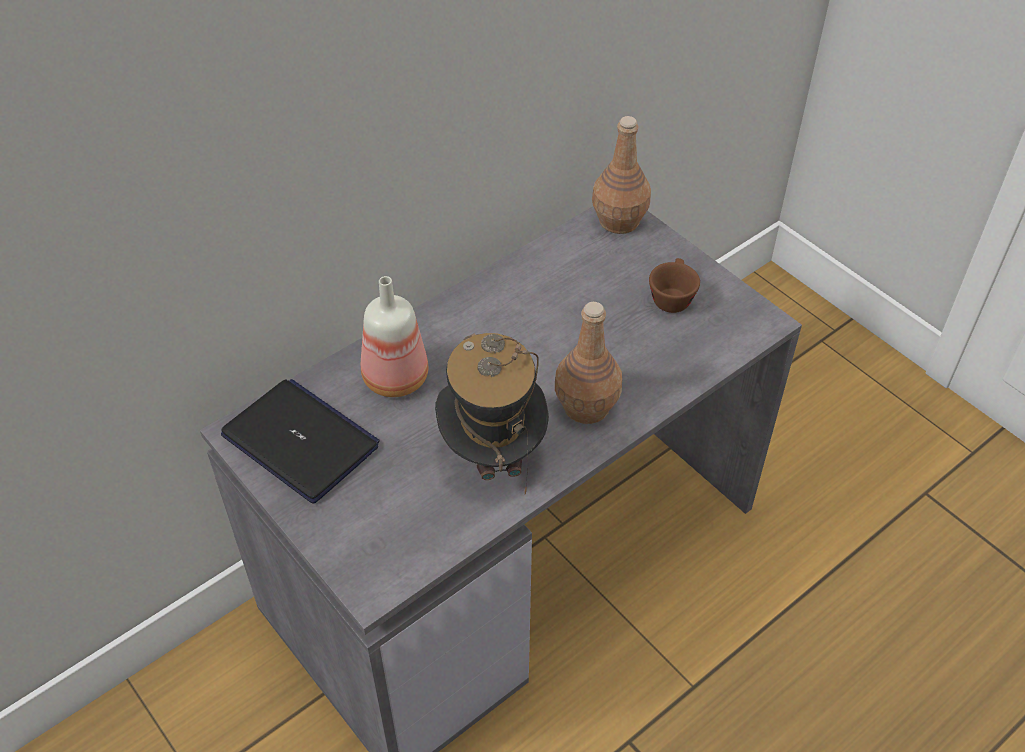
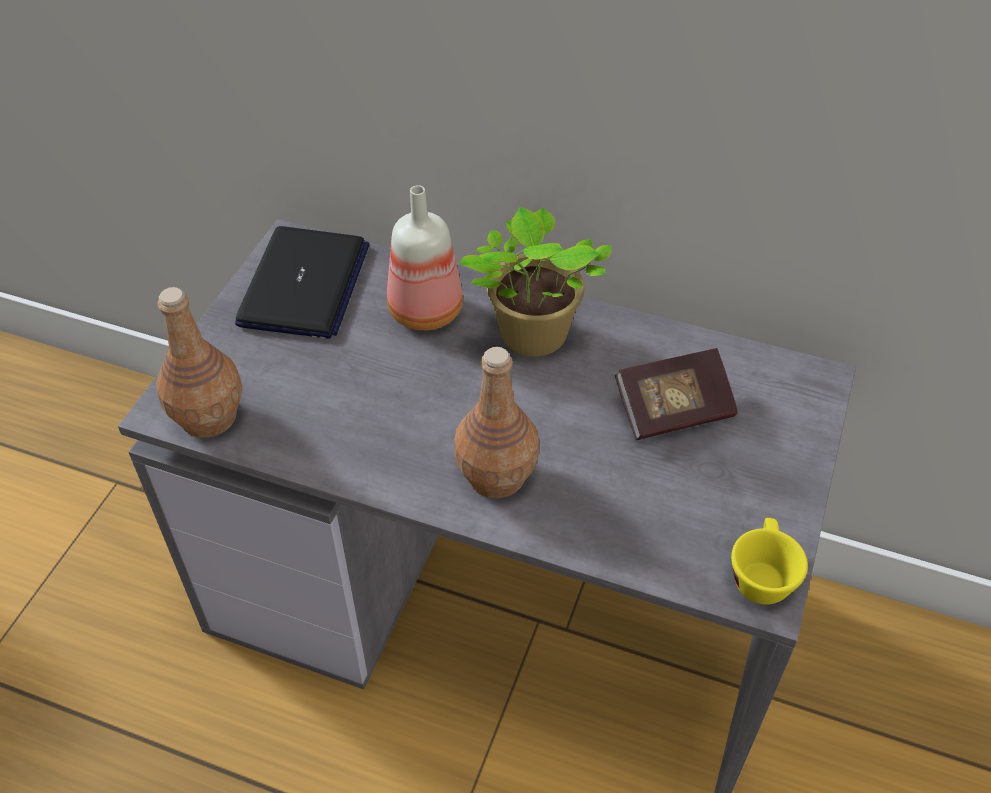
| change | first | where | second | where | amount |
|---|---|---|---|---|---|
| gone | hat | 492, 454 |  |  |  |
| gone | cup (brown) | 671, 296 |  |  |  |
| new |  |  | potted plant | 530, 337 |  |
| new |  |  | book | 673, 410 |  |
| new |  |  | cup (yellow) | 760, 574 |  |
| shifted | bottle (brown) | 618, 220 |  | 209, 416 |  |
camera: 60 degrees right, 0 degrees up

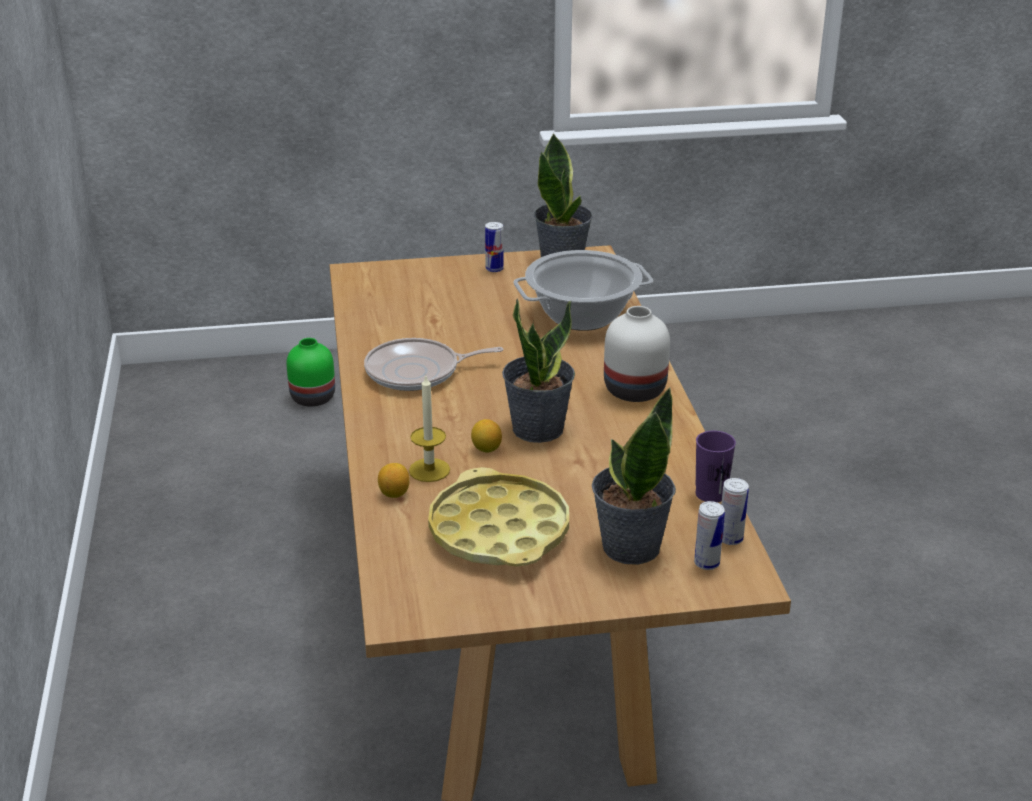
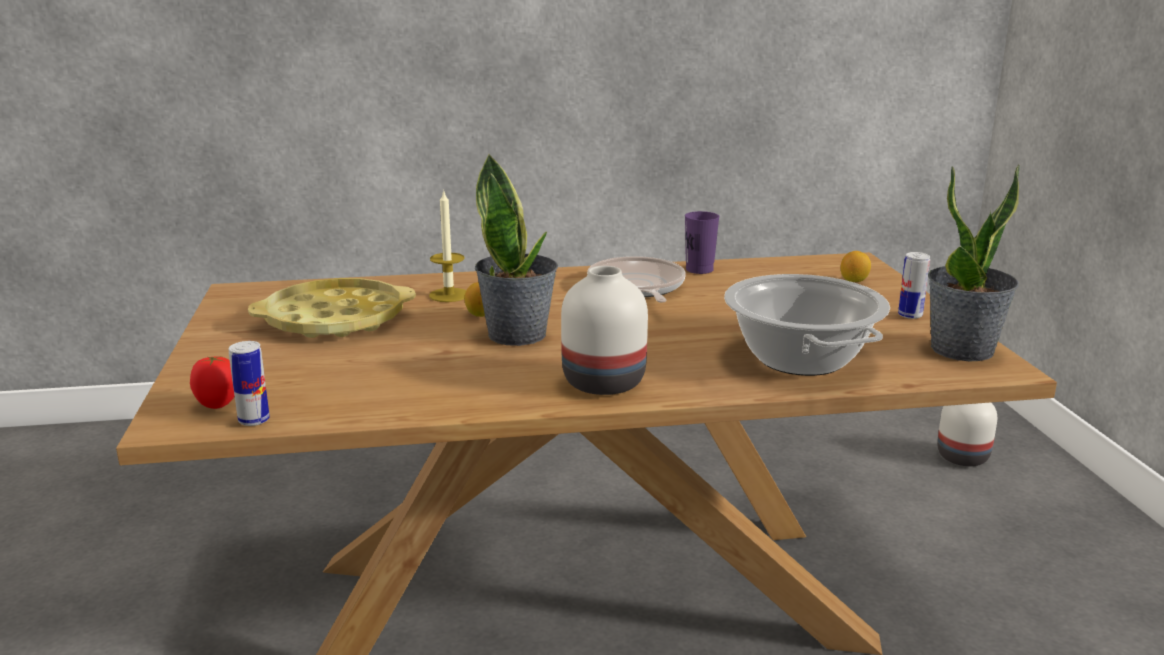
| change | first | where | second | where | amount |
|---|---|---|---|---|---|
| gone | potted plant | 629, 546 |  |  |  |
| shifted | lemon | 394, 493 |  | 854, 281 |  |
| shifted | cup (purple) | 711, 494 |  | 699, 269 |  |
| swapped | can | 706, 563 | tomato | 217, 405 |  |
| repainted | vase (green) | 314, 397 | vase (white) | 964, 458 |  |
camera: 90 degrees right, 10 degrees down

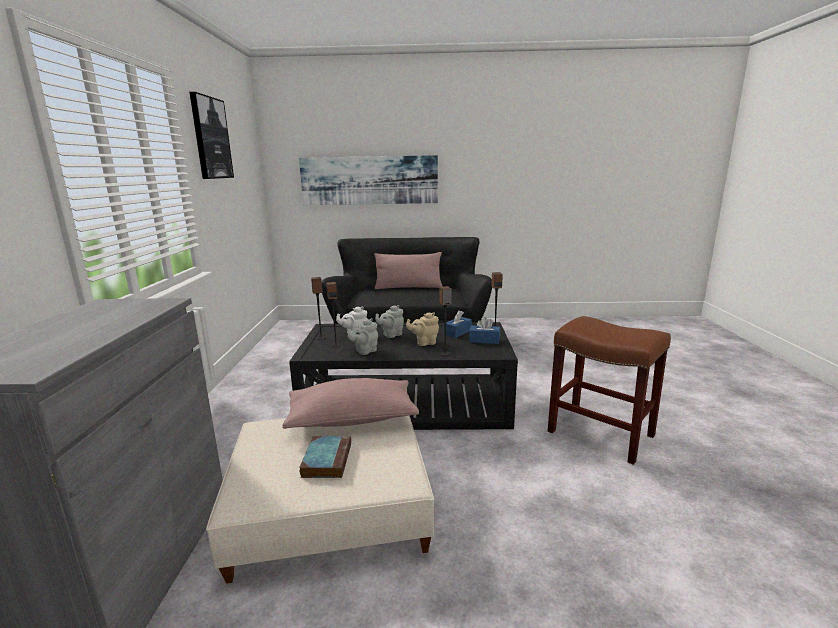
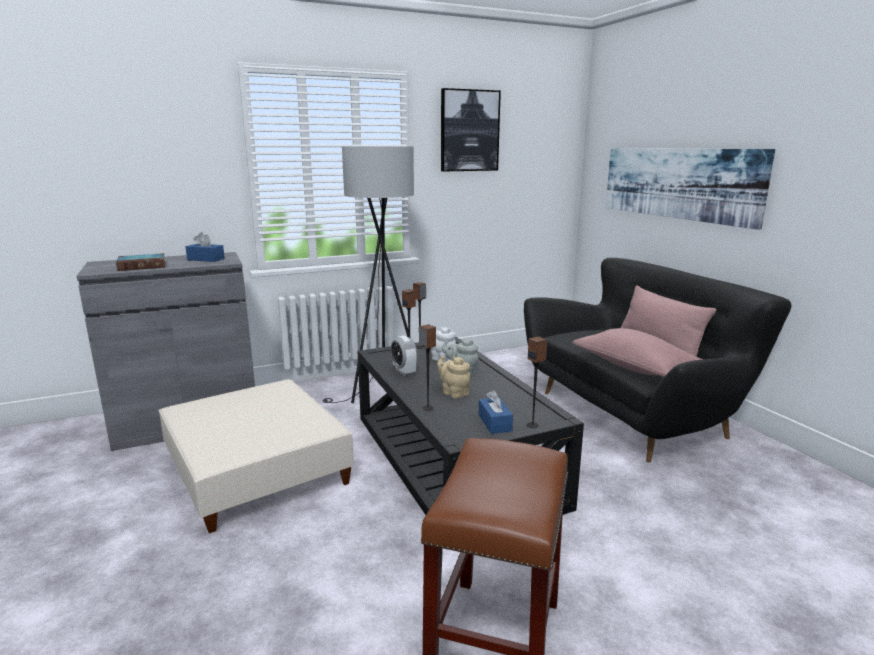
| change | first | where | second | where | amount |
|---|---|---|---|---|---|
| new |  |  | floor lamp (grey) | 382, 393 |  |
| shifted | pillow (pink) | 352, 419 |  | 633, 367 |  |
| shifted | book | 326, 460 |  | 143, 266 |  |
| shifted | tissue box (blue) | 457, 332 |  | 206, 259 |  |
| swapped | teapot (grey) | 365, 351 | alarm clock | 404, 371 |  |
camera: 65 degrees right, 0 degrees up

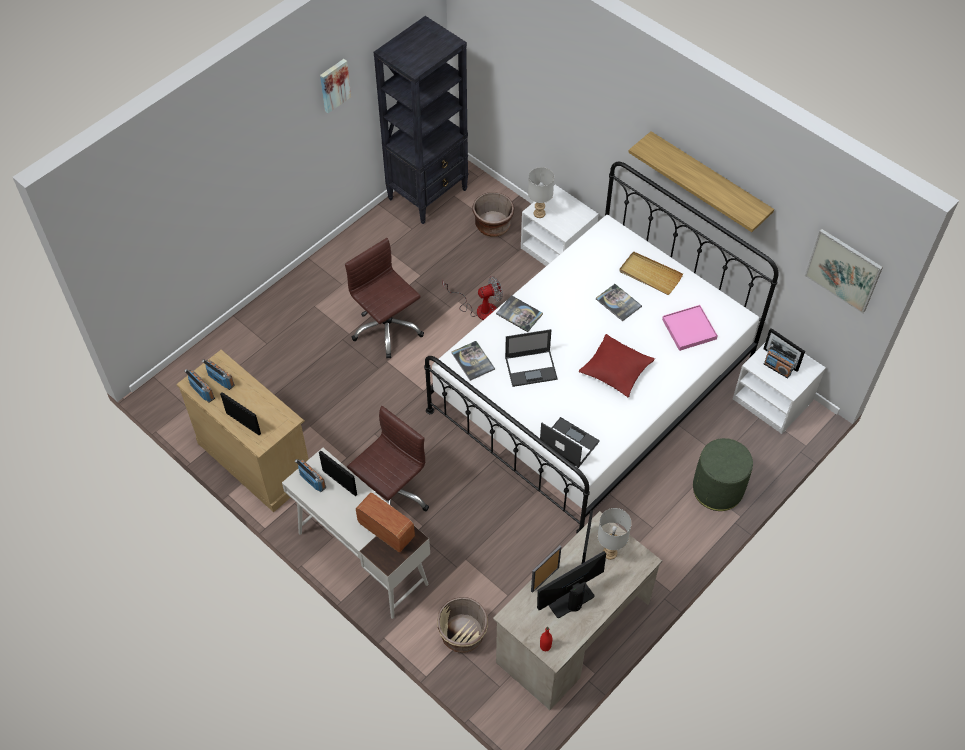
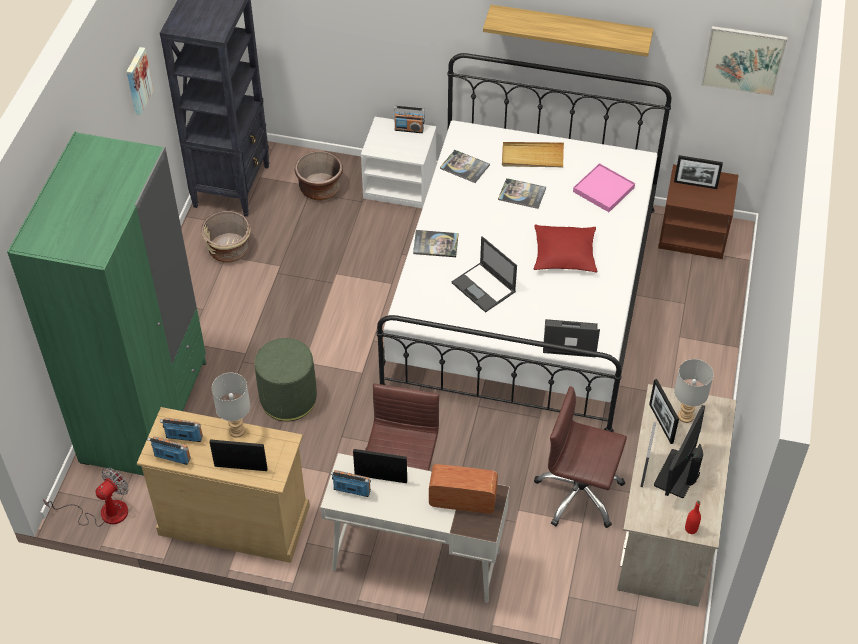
| change | first | where | second | where | amount |
|---|---|---|---|---|---|
| new |  |  | wardrobe (green) | 145, 411 |  |
| shifted | office chair (brown) | 387, 328 |  | 579, 494 |  |
| shifted | planter (beige) | 462, 634 |  | 229, 250 |  |
| shifted | fan | 479, 309 |  | 103, 512 |  |
| shifted | book | 473, 361 |  | 464, 167 |  |
| shifted | table lamp (grey) | 538, 213 |  | 236, 431 |  |
| shifted | ottoman (green) | 717, 489 |  | 288, 399 |  |
| shifted | radio | 777, 368 |  | 409, 129 |  |
| repainted | nightstand (white) | 773, 400 | nightstand (brown) | 694, 233 |  |
| rotated | laptop | 531, 368 |  | 484, 288 | 90 degrees clockwise |
camera: 30 degrees left, 5 degrees down

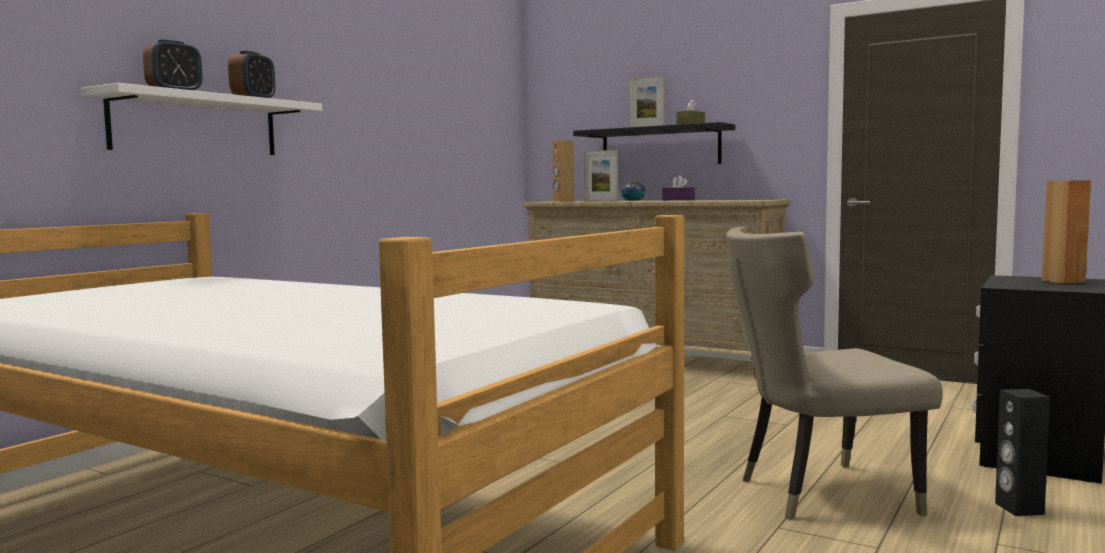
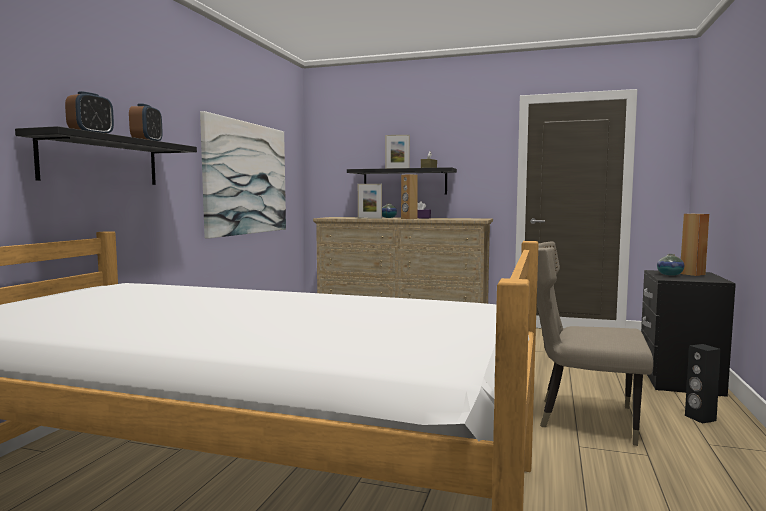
| change | first | where | second | where | amount |
|---|---|---|---|---|---|
| new |  |  | picture | 246, 178 |  |
| new |  |  | vase | 669, 274 |  |
| shifted | speaker (brown) | 563, 201 |  | 409, 218 |  |
| repainted | shelf (white) | 196, 125 | shelf (black) | 101, 161 |  |
| rotated | chair (beige) | 818, 494 |  | 582, 418 | 45 degrees clockwise |
camera: 15 degrees left, 0 degrees up

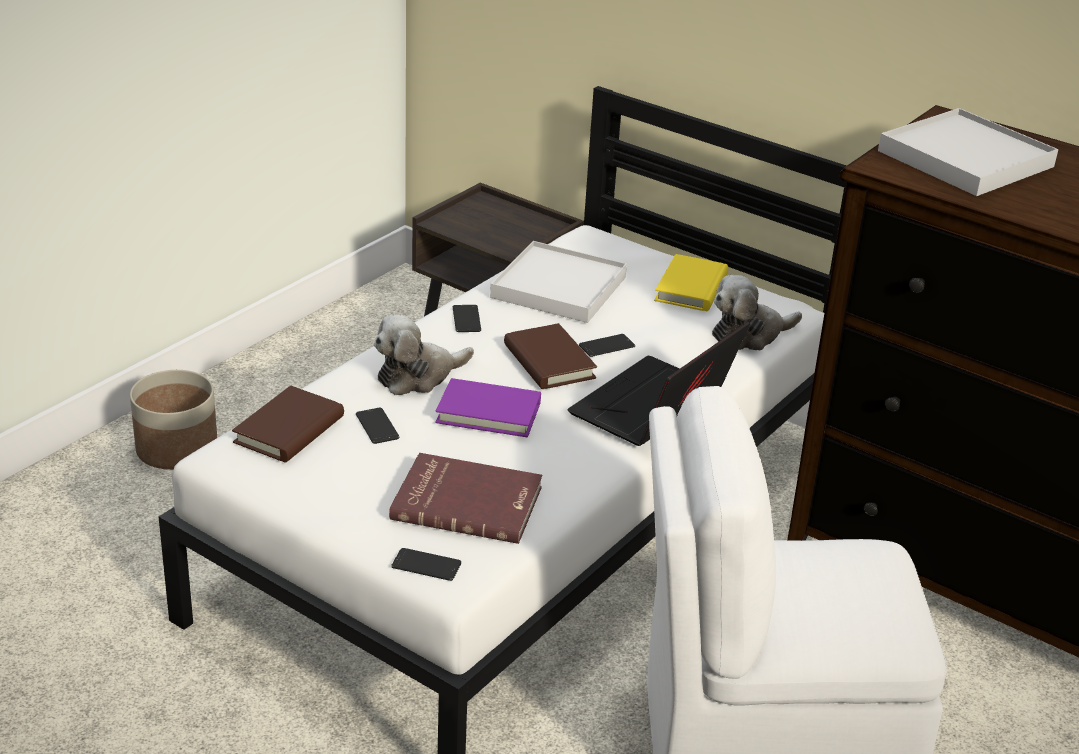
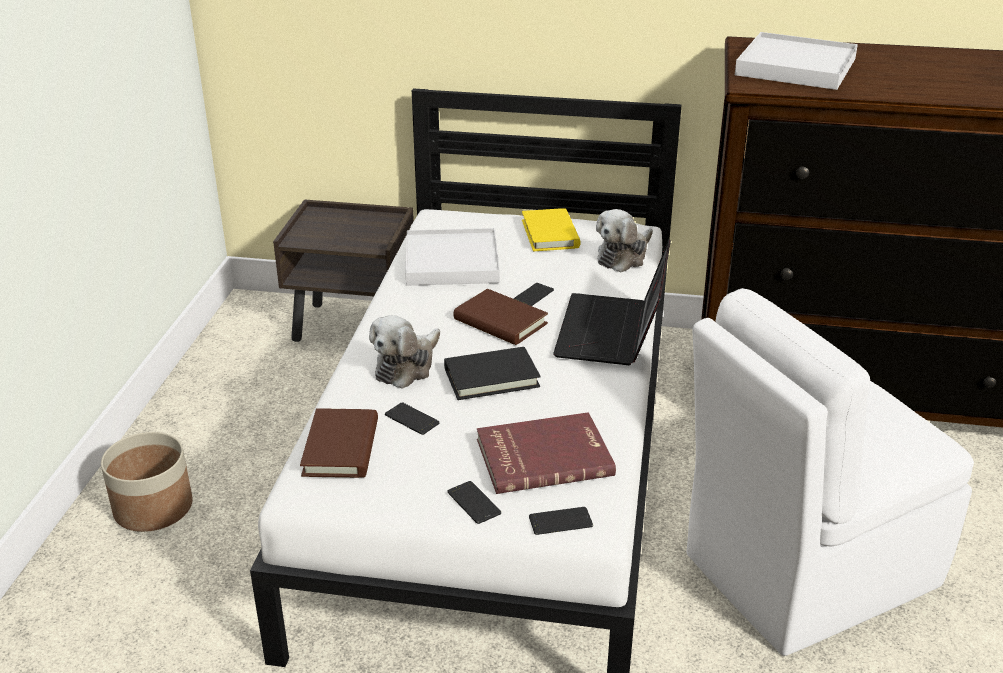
| change | first | where | second | where | amount |
|---|---|---|---|---|---|
| shifted | phone | 466, 319 |  | 474, 503 |  |
| repainted | book (purple) | 488, 412 | book (black) | 491, 377 |  |
camera: 25 degrees left, 0 degrees up

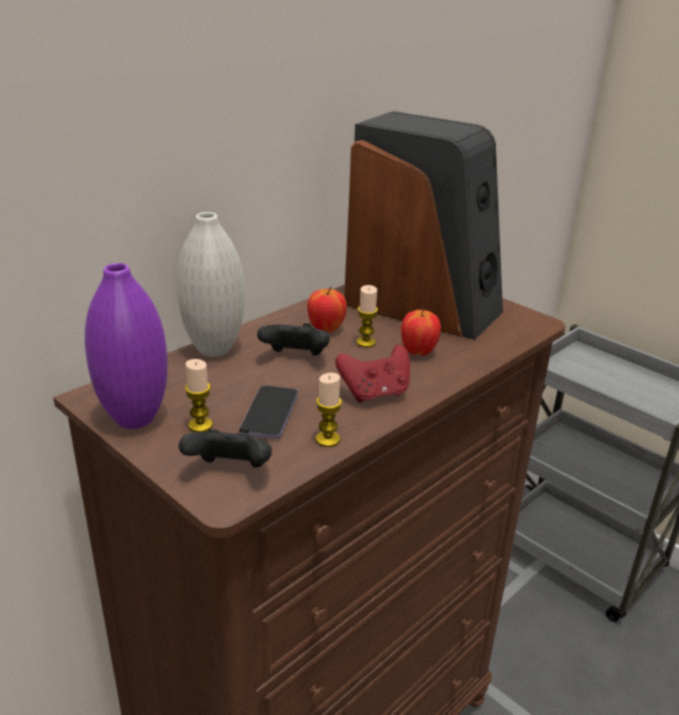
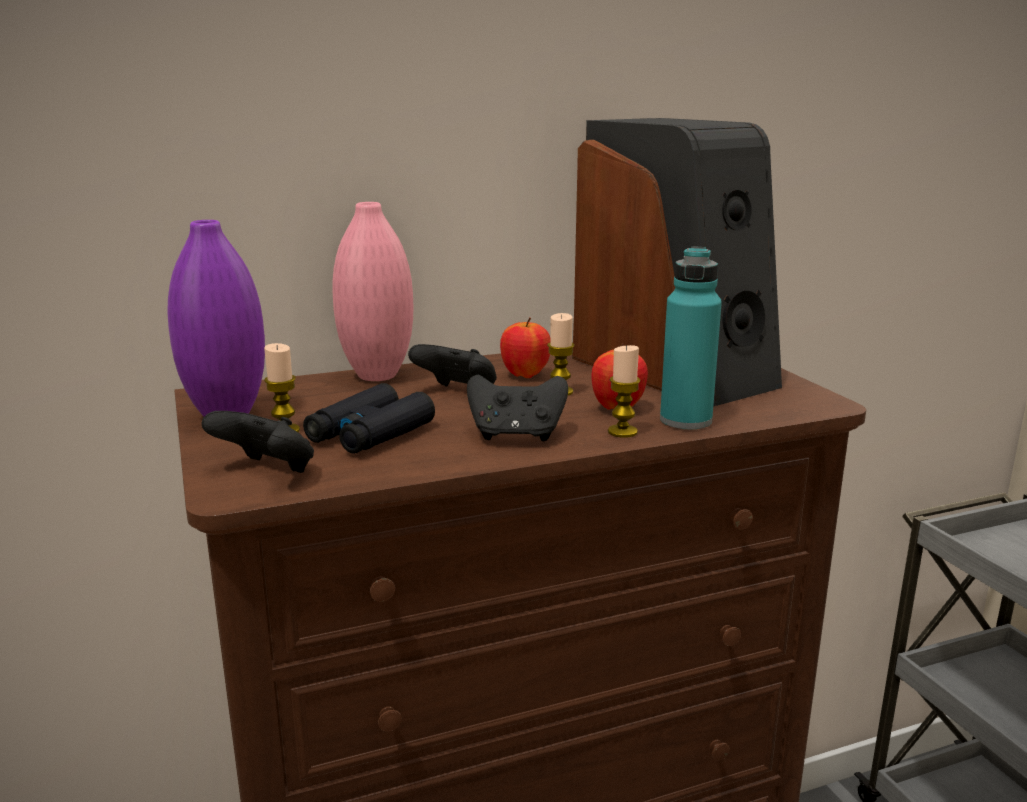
| change | first | where | second | where | amount |
|---|---|---|---|---|---|
| new |  |  | bottle (turquoise) | 685, 420 |  |
| shifted | candle | 327, 439 |  | 622, 432 |  |
| swapped | phone | 269, 414 | binoculars (black) | 370, 434 |  |
| repainted | vase (white) | 214, 349 | vase (pink) | 377, 375 |  |
| repainted | game controller (red) | 375, 393 | game controller (black) | 516, 435 |  |
camera: 25 degrees right, 10 degrees down

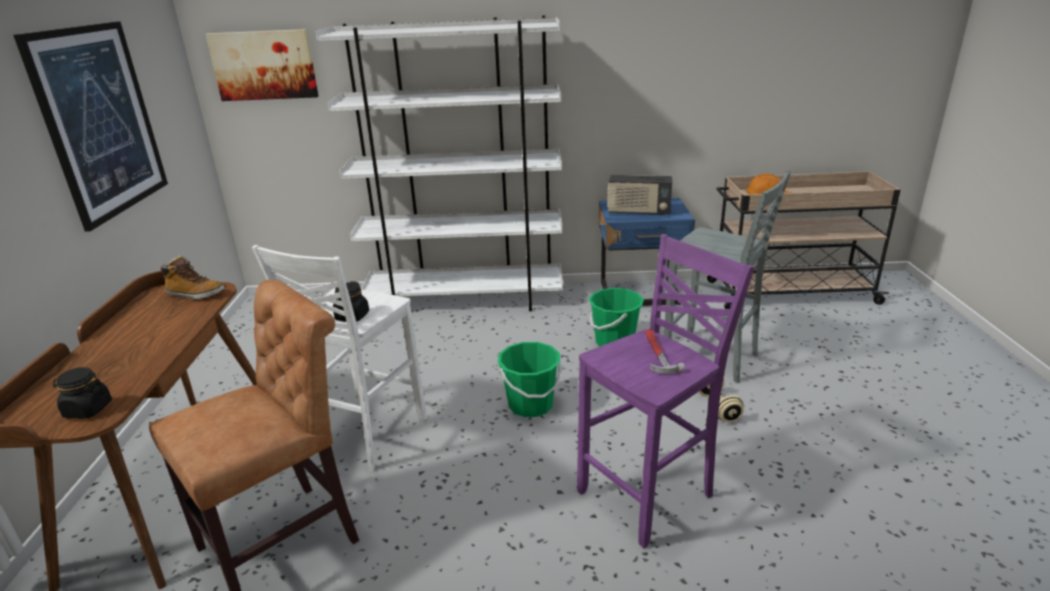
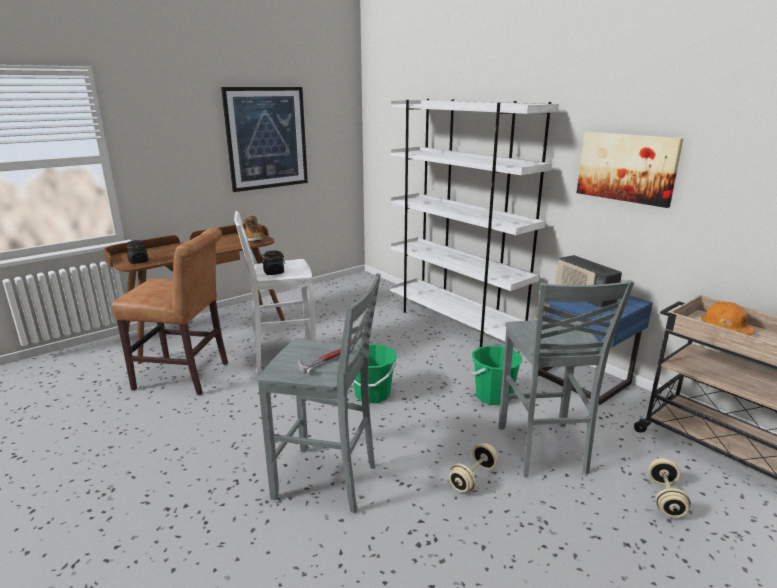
| change | first | where | second | where | amount |
|---|---|---|---|---|---|
| new |  |  | dumbbell (beige) | 665, 498 |  |
| shifted | picture | 264, 65 |  | 626, 167 |  |
| repainted | stool (purple) | 649, 495 | stool (grey) | 328, 481 |  |
camera: 50 degrees right, 5 degrees down

